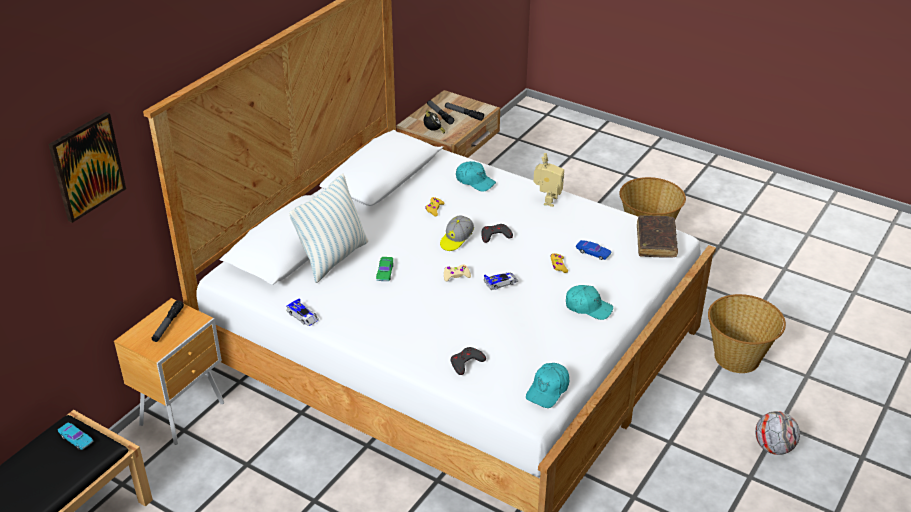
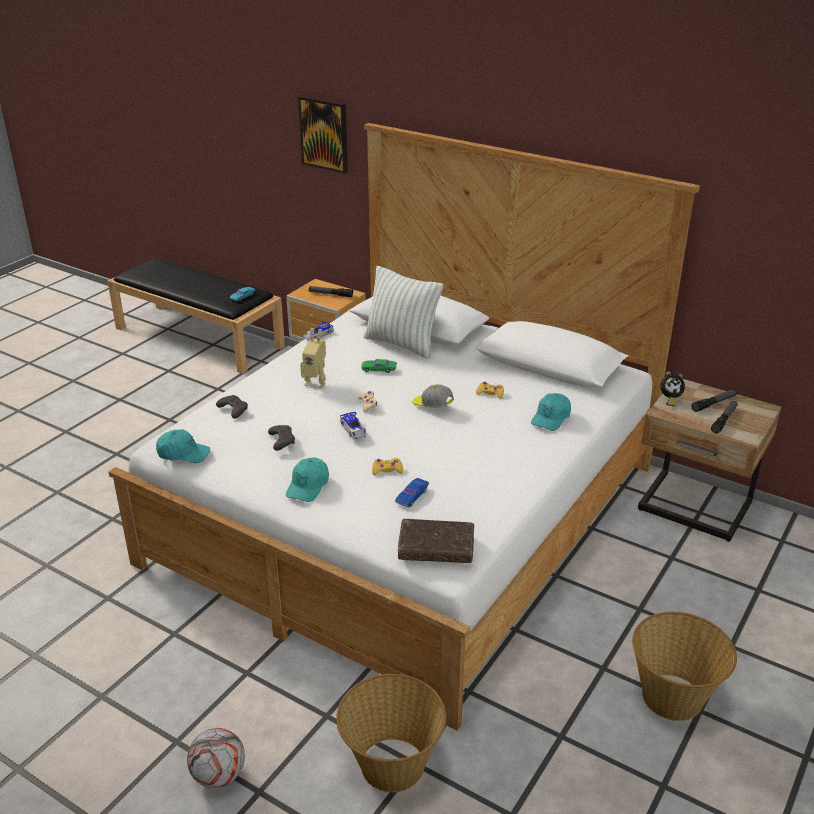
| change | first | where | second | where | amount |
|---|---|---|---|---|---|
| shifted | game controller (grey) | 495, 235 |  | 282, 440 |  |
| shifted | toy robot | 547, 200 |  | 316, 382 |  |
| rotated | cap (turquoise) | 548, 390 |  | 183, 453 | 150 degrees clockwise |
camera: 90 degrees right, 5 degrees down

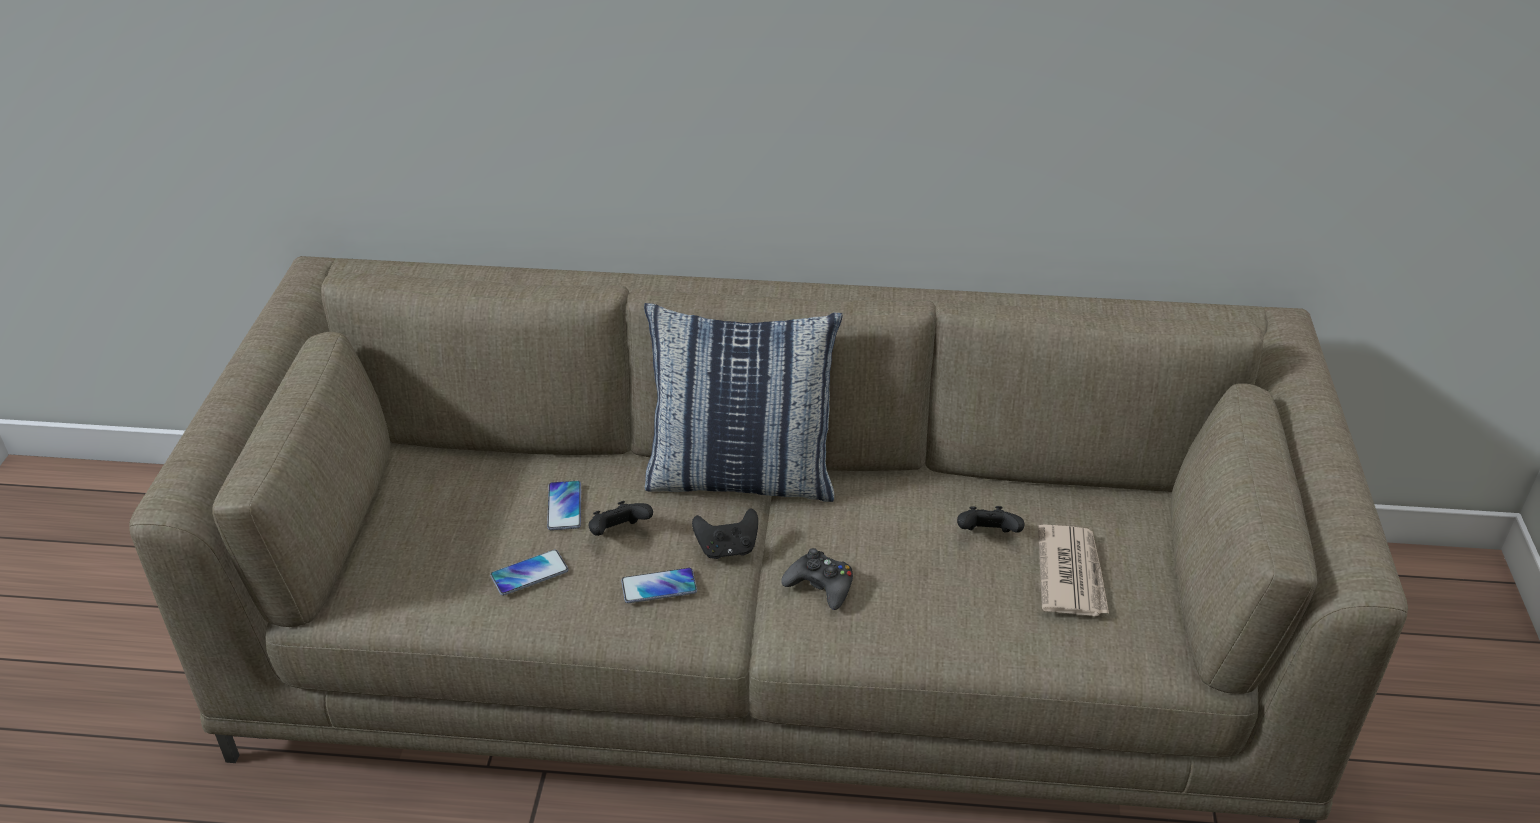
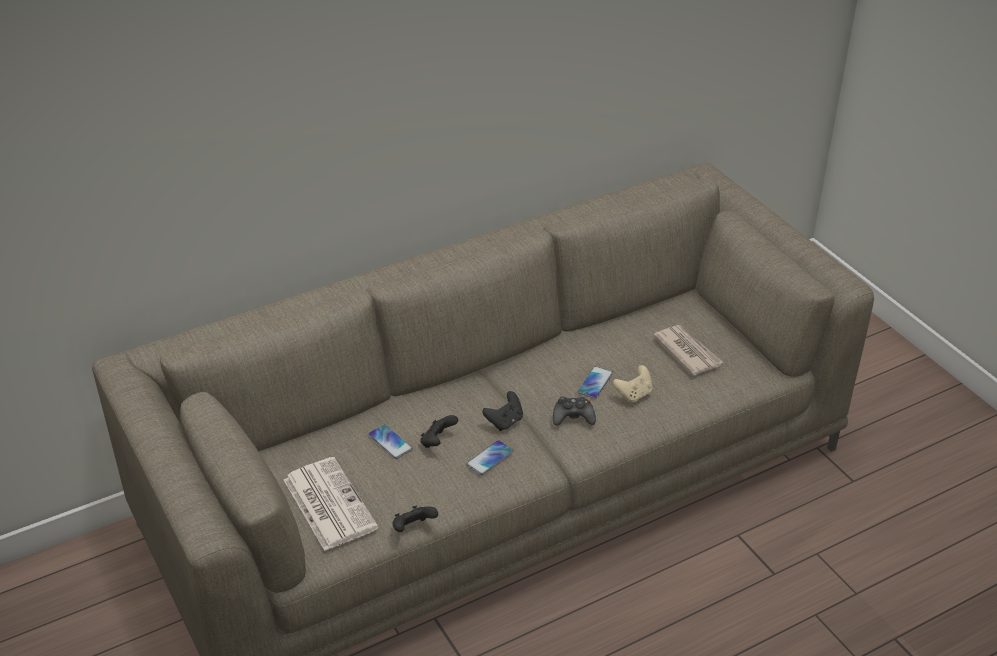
| change | first | where | second | where | amount |
|---|---|---|---|---|---|
| gone | pillow | 741, 477 |  |  |  |
| new |  |  | newspaper | 328, 503 |  |
| new |  |  | game controller (beige) | 634, 394 |  |
| shifted | phone | 529, 573 |  | 595, 383 |  |
| shifted | game controller (black) | 987, 536 |  | 413, 528 |  |
camera: 35 degrees left, 0 degrees up

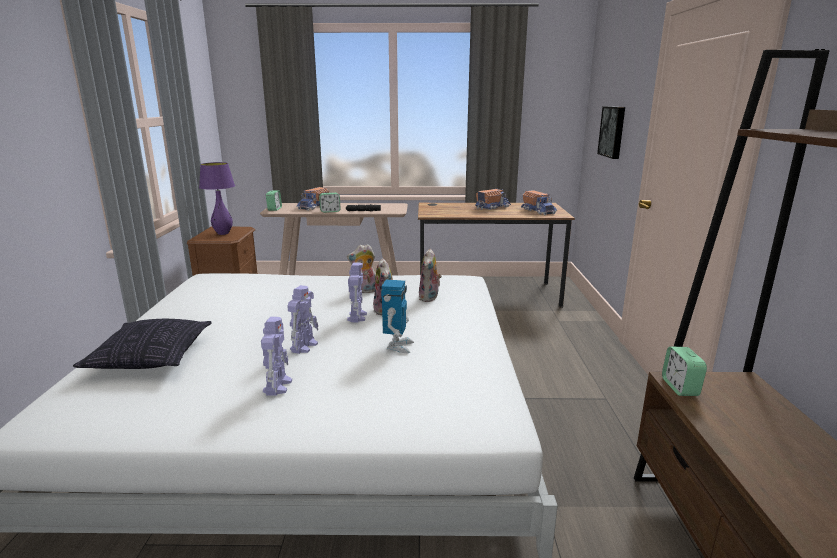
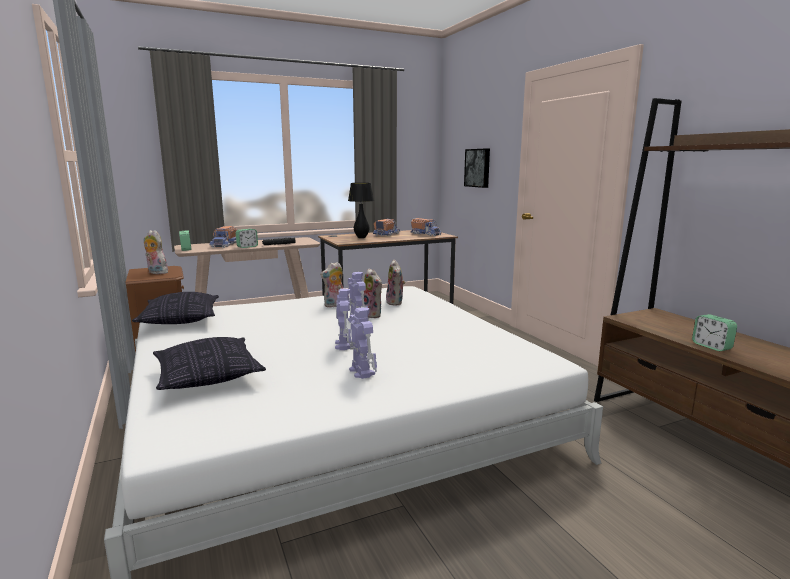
| change | first | where | second | where | amount |
|---|---|---|---|---|---|
| gone | toy robot | 398, 346 |  |  |  |
| new |  |  | pillow | 180, 320 |  |
| new |  |  | table lamp (black) | 361, 237 |  |
| shifted | alarm clock | 680, 387 |  | 711, 346 |  |
| swapped | table lamp (purple) | 223, 233 | plush toy | 156, 273 |  |
camera: 25 degrees left, 5 degrees down

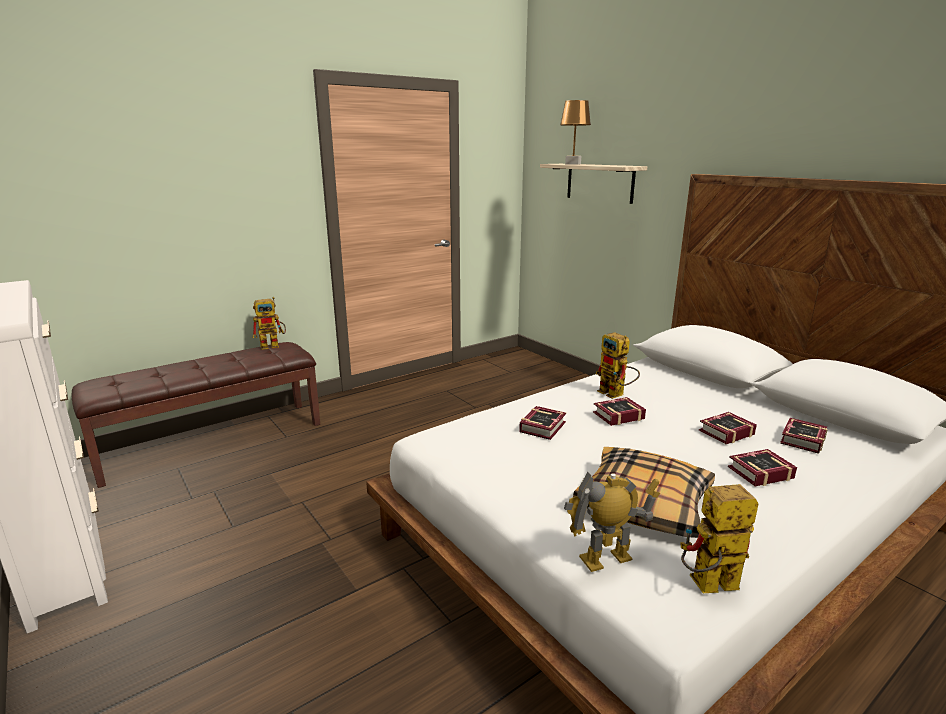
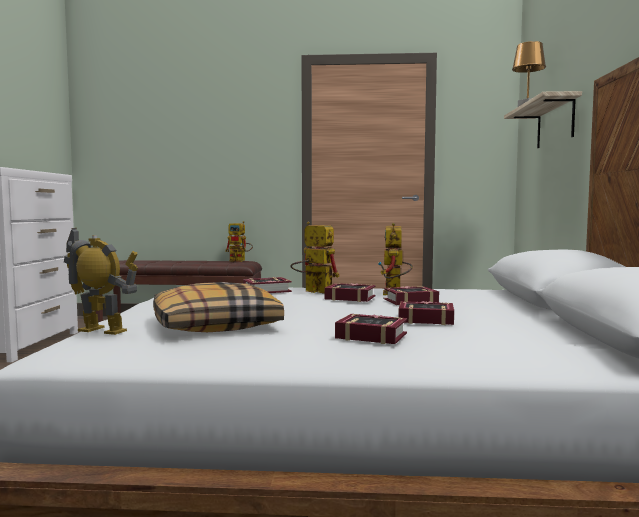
| change | first | where | second | where | amount |
|---|---|---|---|---|---|
| shifted | toy robot | 707, 587 |  | 312, 291 |  |
| shifted | book | 800, 440 |  | 408, 301 |  |
camera: 40 degrees right, 15 degrees down

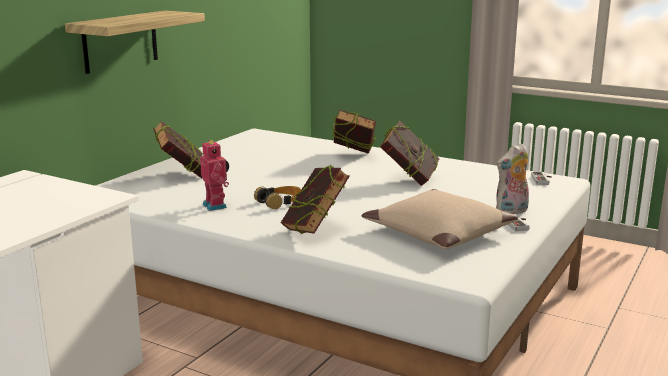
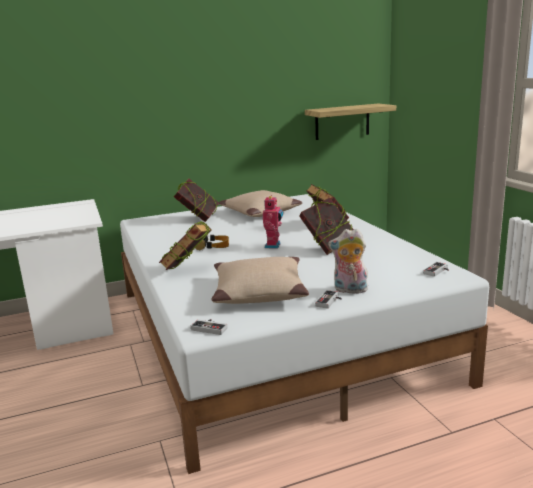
| change | first | where | second | where | amount |
|---|---|---|---|---|---|
| new |  |  | game controller | 211, 327 |  |
| new |  |  | pillow (beige) | 259, 212 |  |
| shifted | shelf | 120, 41 |  | 342, 121 |  |
| shifted | toy robot | 216, 206 |  | 274, 245 |  |
camera: 40 degrees right, 0 degrees up

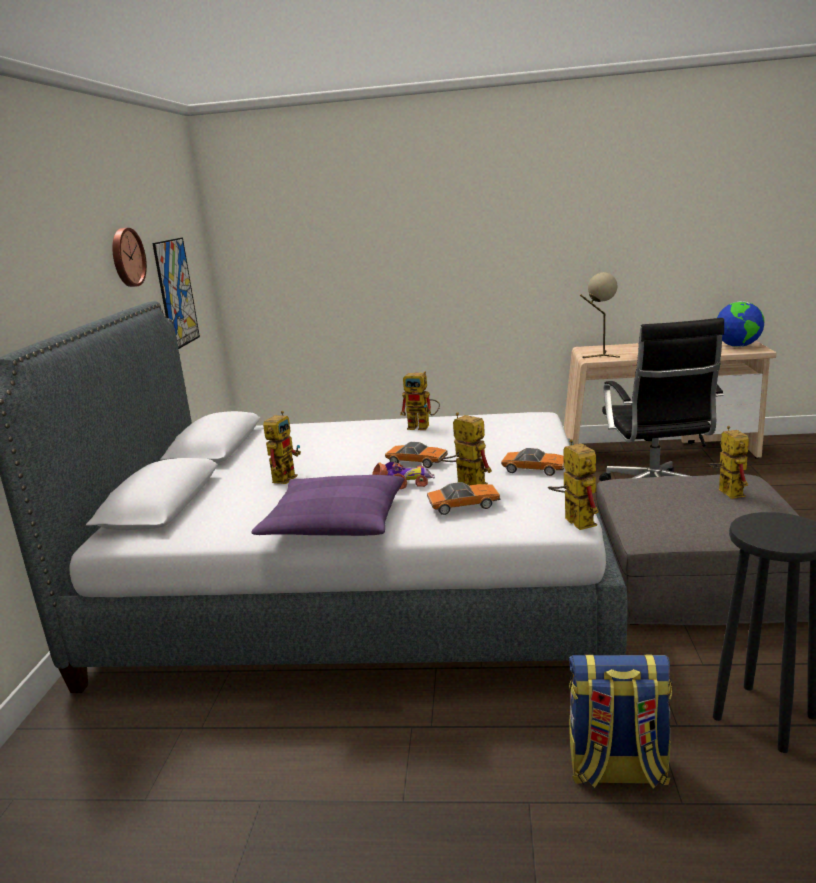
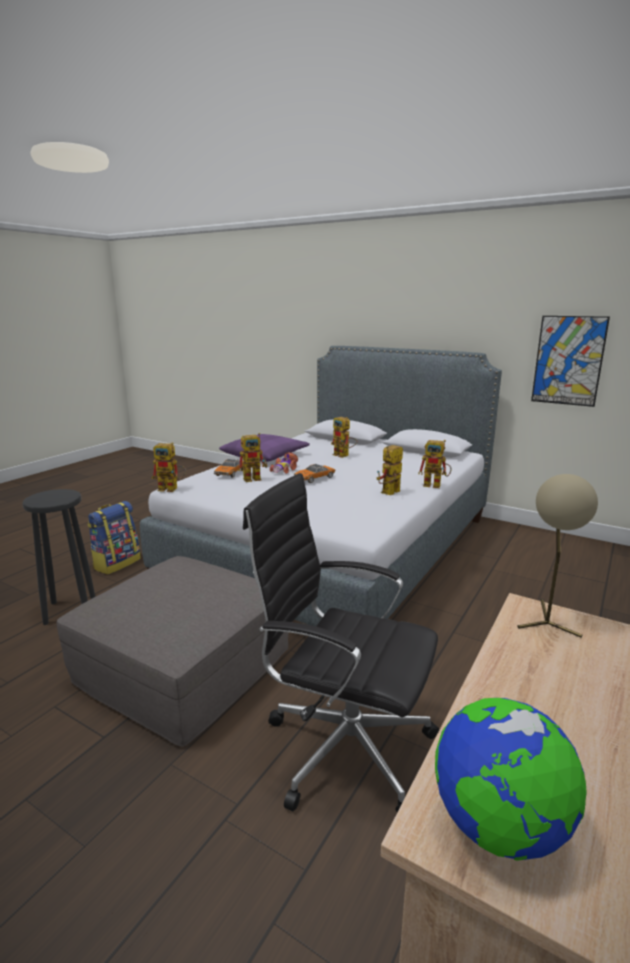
| change | first | where | second | where | amount |
|---|---|---|---|---|---|
| gone | wall clock | 126, 257 |  |  |  |
| gone | toy car | 534, 469 |  |  |  |
| shifted | toy robot | 726, 491 |  | 436, 485 |  |
camera: 115 degrees right, 0 degrees up

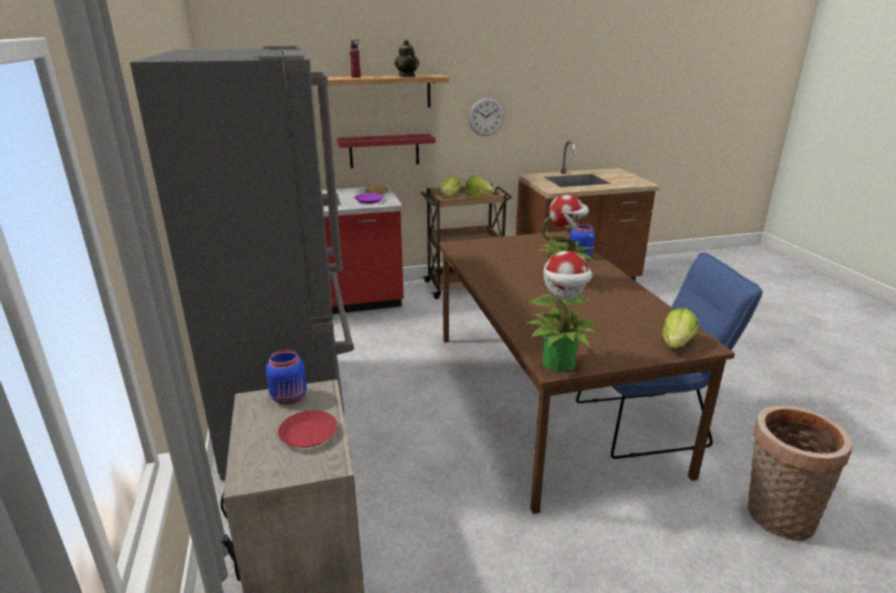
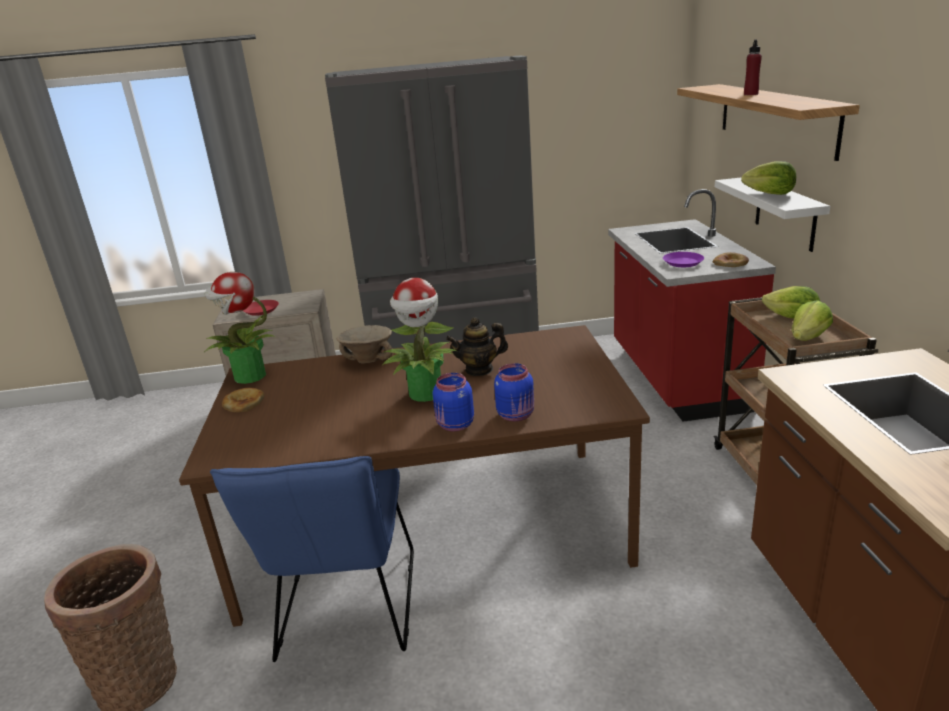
| change | first | where | second | where | amount |
|---|---|---|---|---|---|
| gone | wall clock | 486, 117 |  |  |  |
| new |  |  | bread | 244, 403 |  |
| new |  |  | bowl (beige) | 368, 359 |  |
| shifted | jar (blue) | 290, 398 |  | 455, 425 |  |
| shifted | teapot | 407, 76 |  | 479, 370 |  |
| shifted | lettuce | 676, 344 |  | 769, 194 |  |
| repainted | shelf (red) | 384, 151 | shelf (white) | 785, 213 |  |
camera: 100 degrees right, 0 degrees up

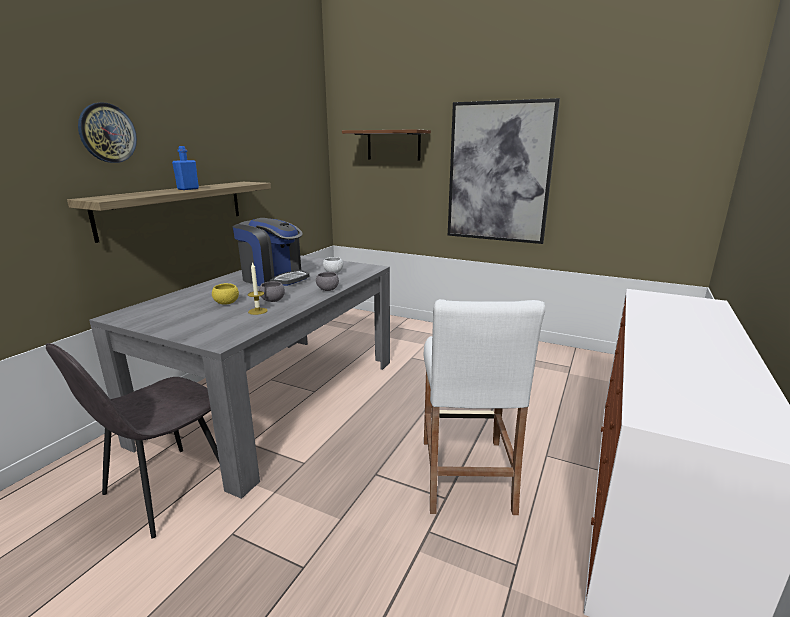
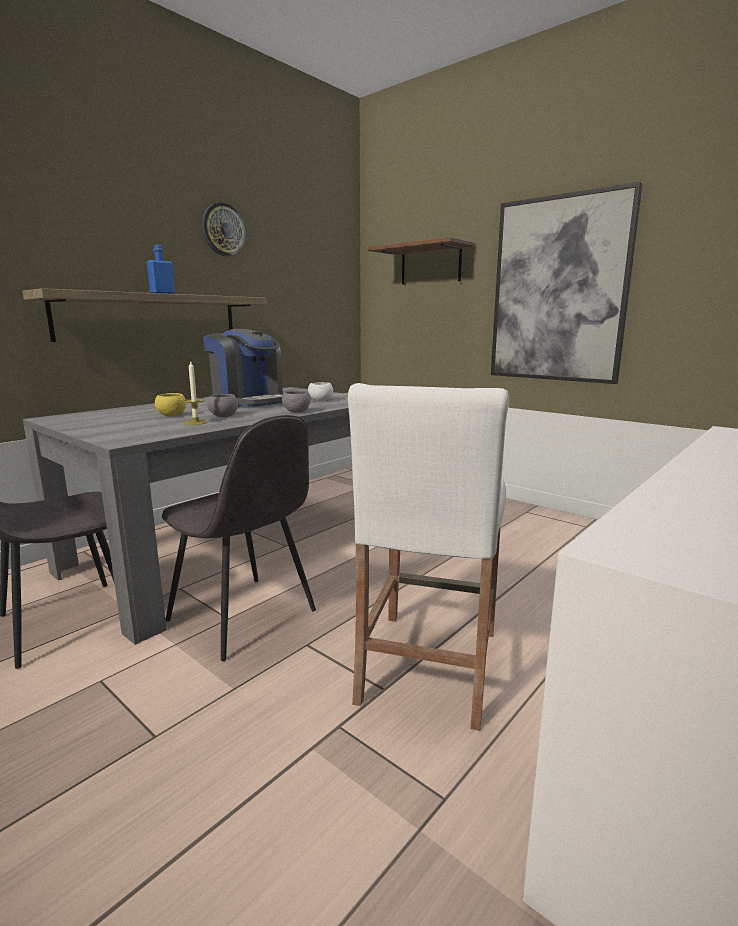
| change | first | where | second | where | amount |
|---|---|---|---|---|---|
| new |  |  | chair (grey) | 244, 617 |  |
| shifted | wall clock | 107, 133 |  | 223, 230 |  |
camera: 15 degrees right, 5 degrees down

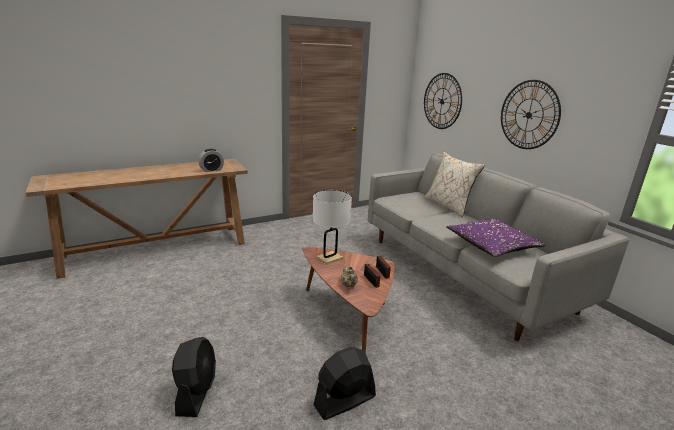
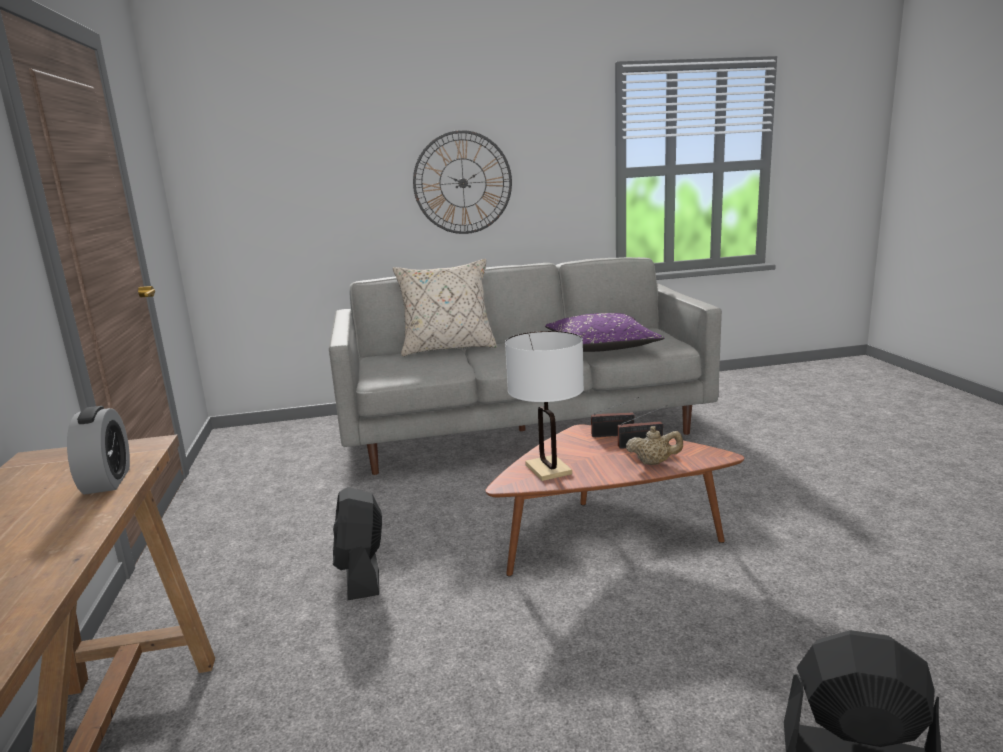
| change | first | where | second | where | amount |
|---|---|---|---|---|---|
| gone | wall clock | 442, 101 |  |  |  |
| shifted | fan (black) | 344, 401 |  | 361, 573 |  |
camera: 70 degrees left, 5 degrees down

